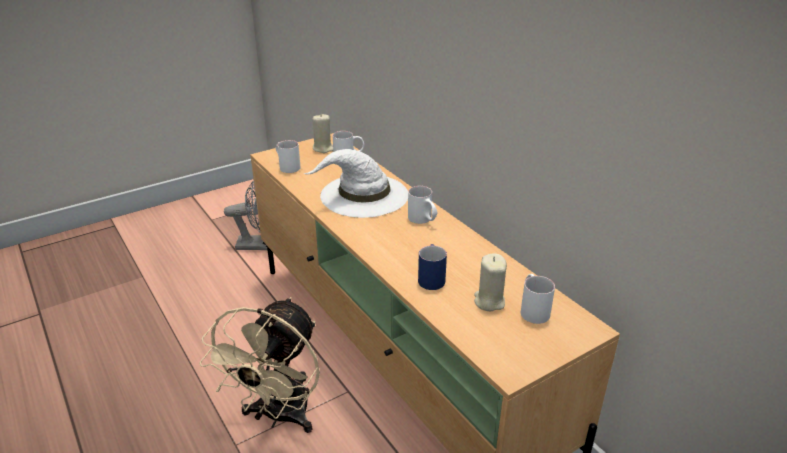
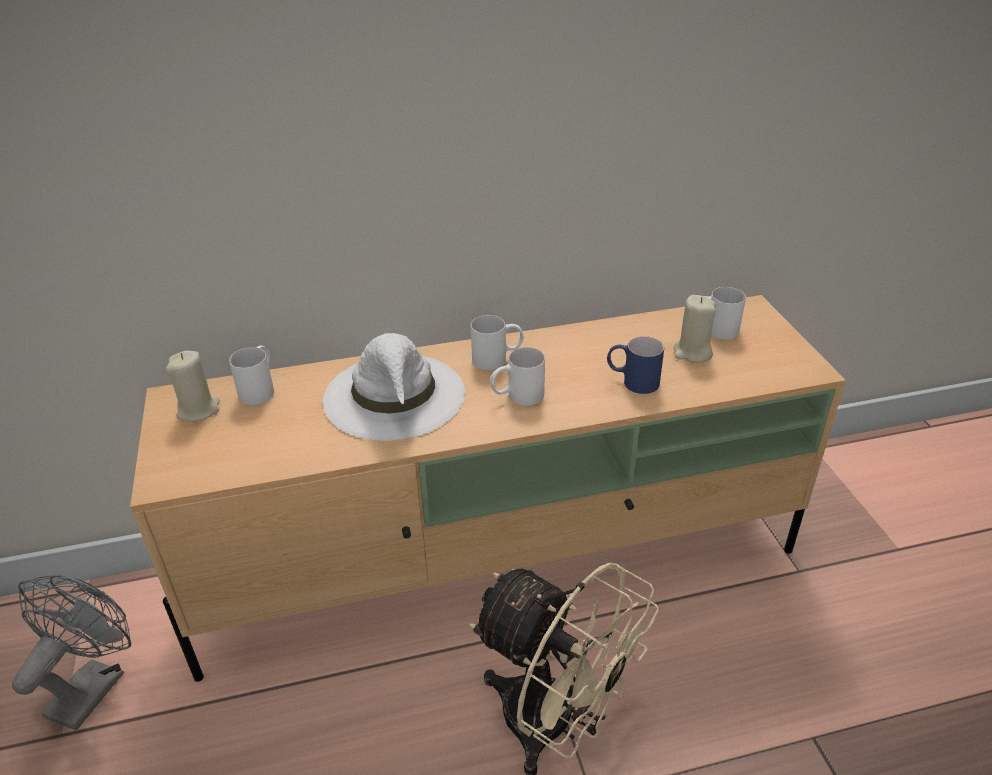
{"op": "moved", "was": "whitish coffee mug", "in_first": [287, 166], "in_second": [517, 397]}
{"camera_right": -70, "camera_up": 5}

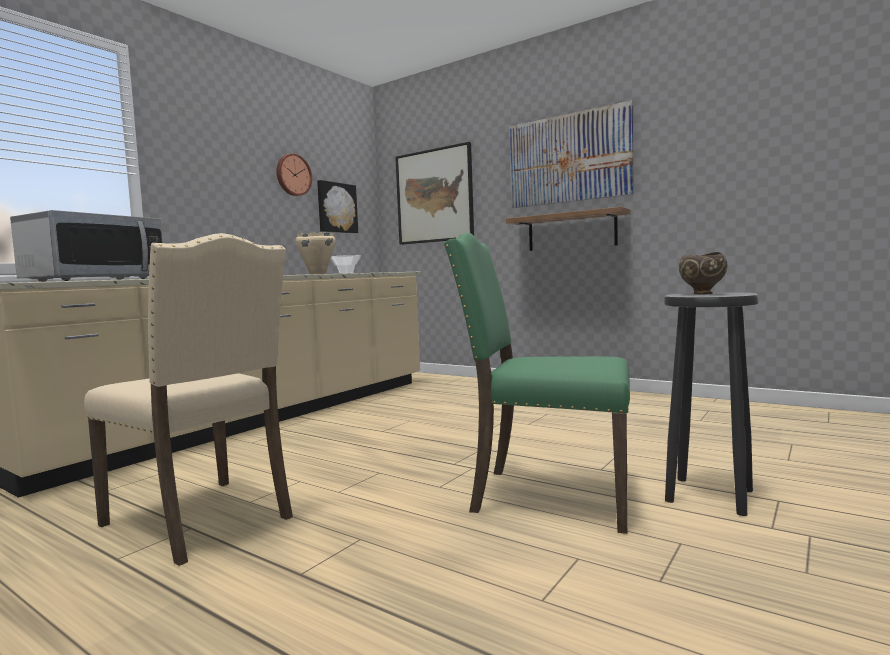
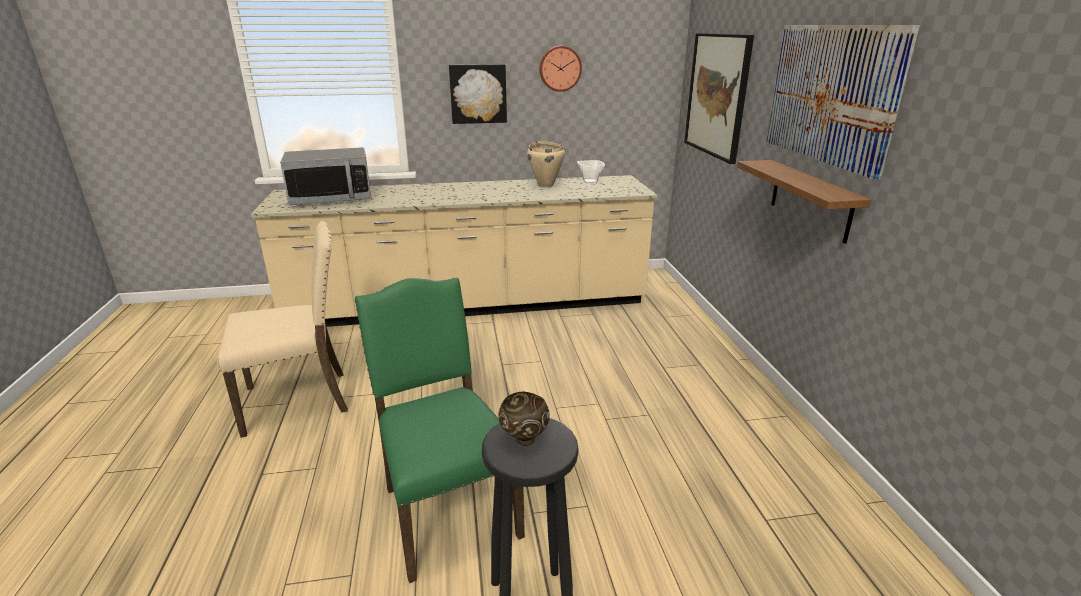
{"op": "turned", "was": "beige-coloured plain chair", "in_first": [203, 520], "in_second": [299, 400], "clockwise": -105}
{"op": "moved", "was": "wall picture", "in_first": [336, 208], "in_second": [478, 94]}
{"camera_right": 45, "camera_up": 20}

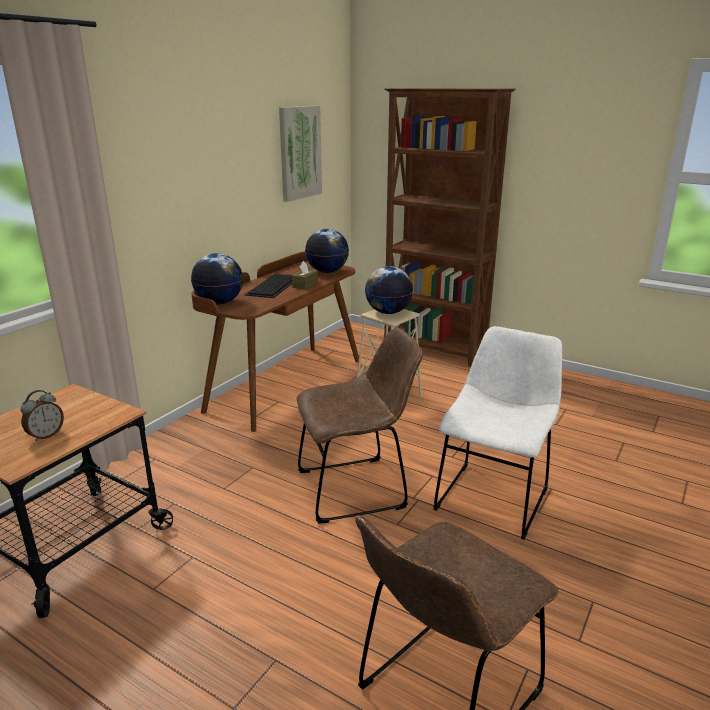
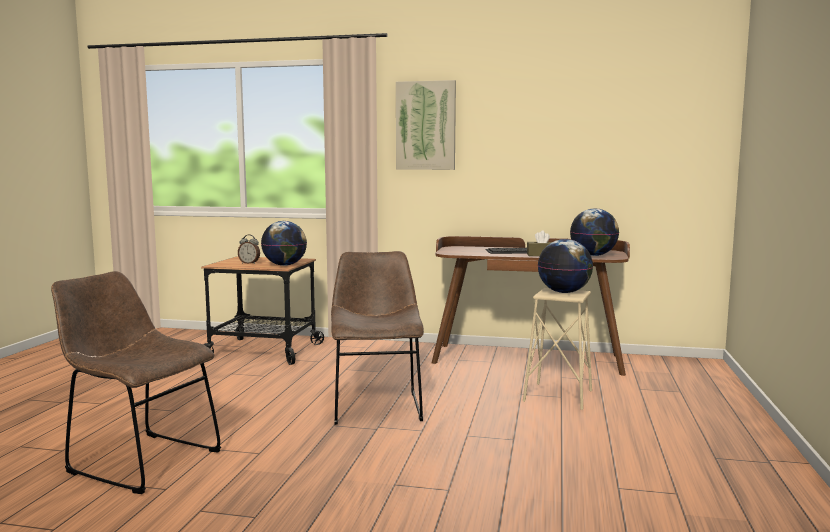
{"op": "moved", "was": "desk globe", "in_first": [219, 303], "in_second": [285, 265]}
{"op": "turned", "was": "brownish plain chair", "in_first": [357, 488], "in_second": [376, 405], "clockwise": -150}
{"op": "moved", "was": "wall picture", "in_first": [299, 153], "in_second": [426, 125]}
{"op": "removed", "was": "brownish bookshelf", "in_first": [435, 350]}
{"op": "removed", "was": "whitish plain chair", "in_first": [493, 496]}
{"camera_right": 70, "camera_up": -15}

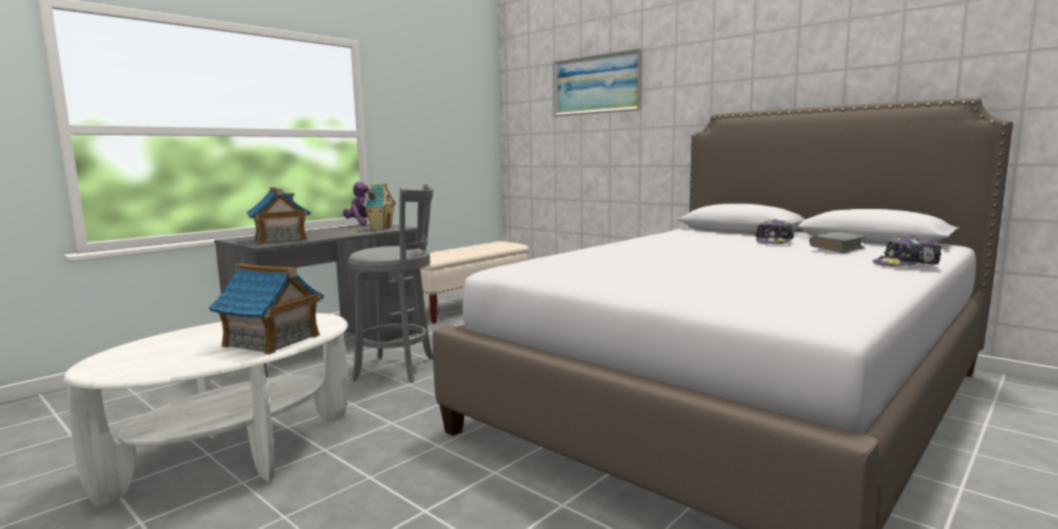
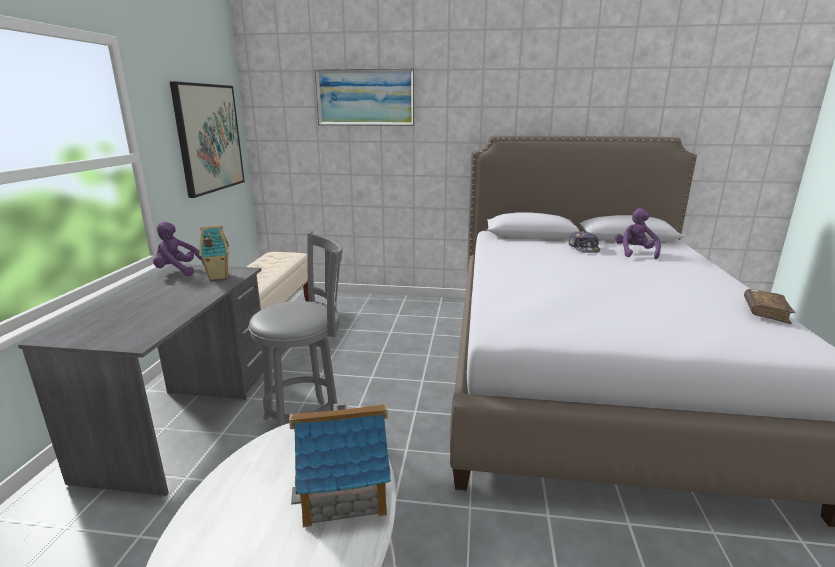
{"op": "added", "now": "wall picture", "in_second": [209, 138]}
{"op": "replaced", "was": "grey book", "now": "purple soft toy", "in_first": [836, 249], "in_second": [635, 253]}
{"op": "added", "now": "brownish book", "in_second": [765, 312]}
{"op": "removed", "was": "model house", "in_first": [280, 240]}
{"op": "removed", "was": "peaked cap", "in_first": [906, 264]}
{"camera_right": -35, "camera_up": 10}

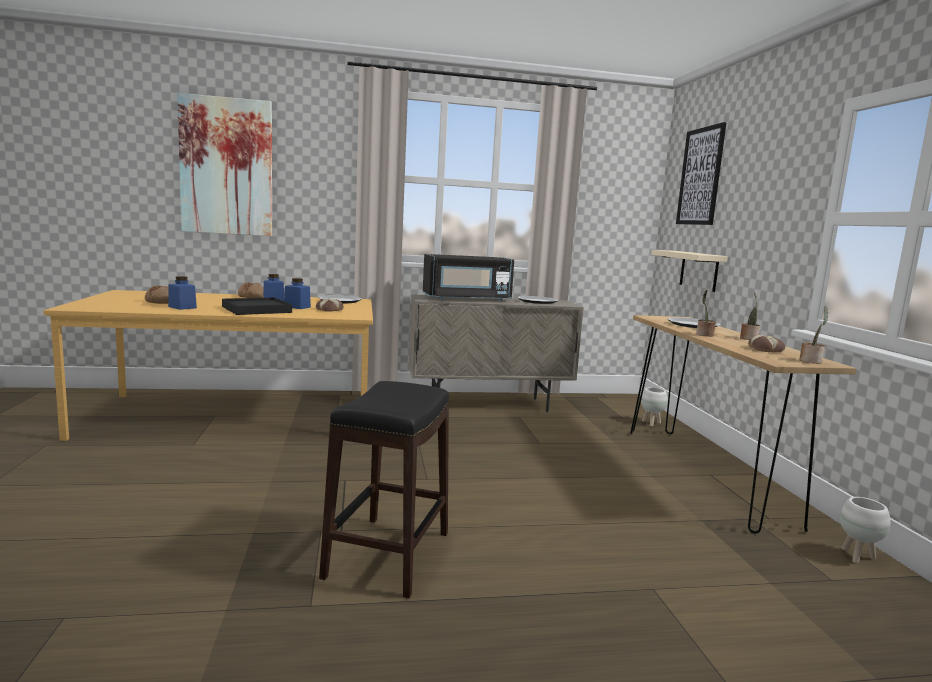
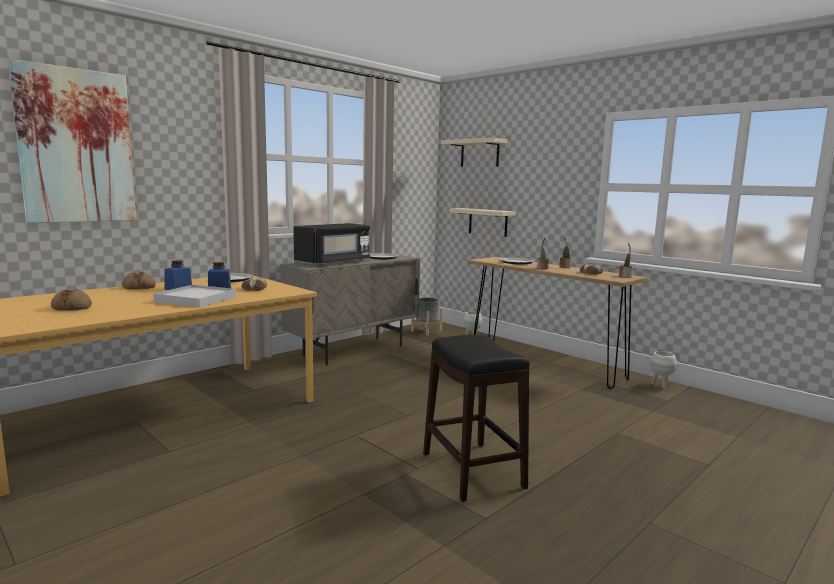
{"op": "recoloured", "was": "black-coloured carrying tray", "now": "whitish carrying tray", "in_first": [256, 309], "in_second": [196, 299]}
{"op": "added", "now": "grey plant pot", "in_second": [426, 331]}
{"op": "replaced", "was": "wall picture", "now": "beige-coloured bracket shelf", "in_first": [700, 176], "in_second": [480, 153]}
{"op": "removed", "was": "blue-coloured storage jar", "in_first": [182, 307]}
{"camera_right": -35, "camera_up": 0}

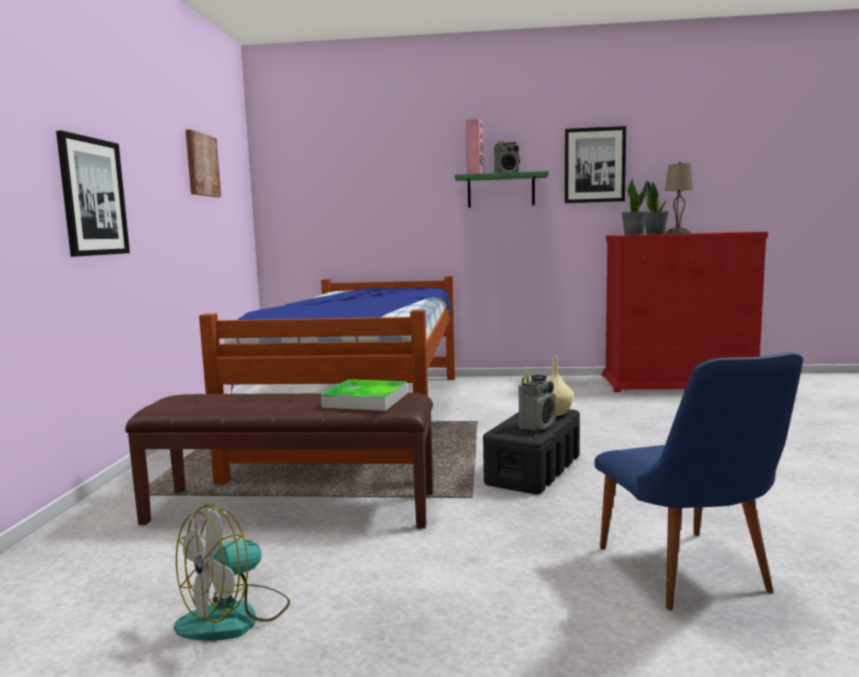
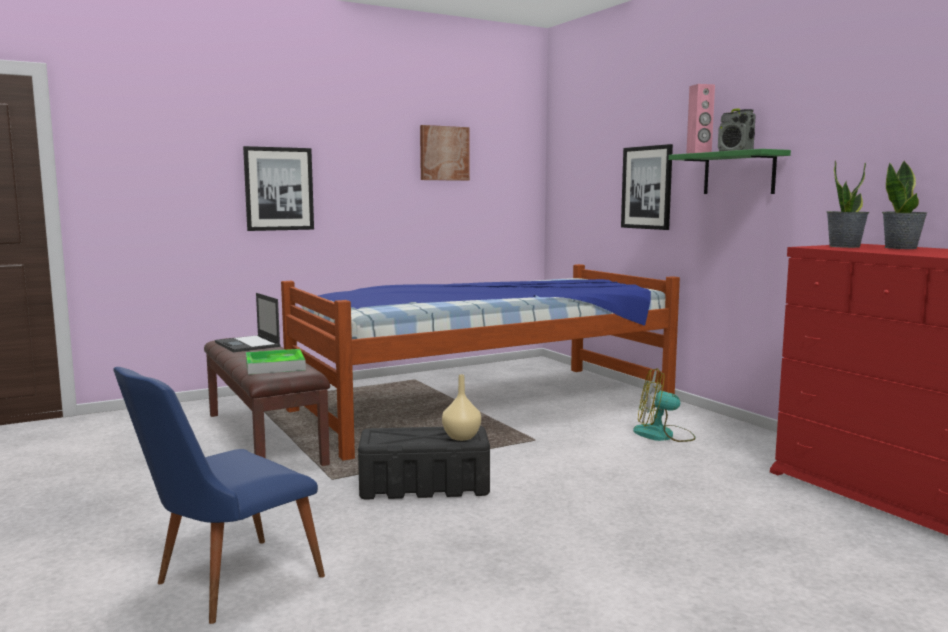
{"op": "added", "now": "laptop", "in_second": [248, 344]}
{"op": "moved", "was": "wall picture", "in_first": [594, 165], "in_second": [647, 187]}
{"op": "moved", "was": "electric fan", "in_first": [235, 617], "in_second": [663, 435]}
{"op": "removed", "was": "radio", "in_first": [537, 426]}
{"op": "removed", "was": "beige-coloured tabletop lamp", "in_first": [677, 233]}
{"camera_right": 55, "camera_up": 0}

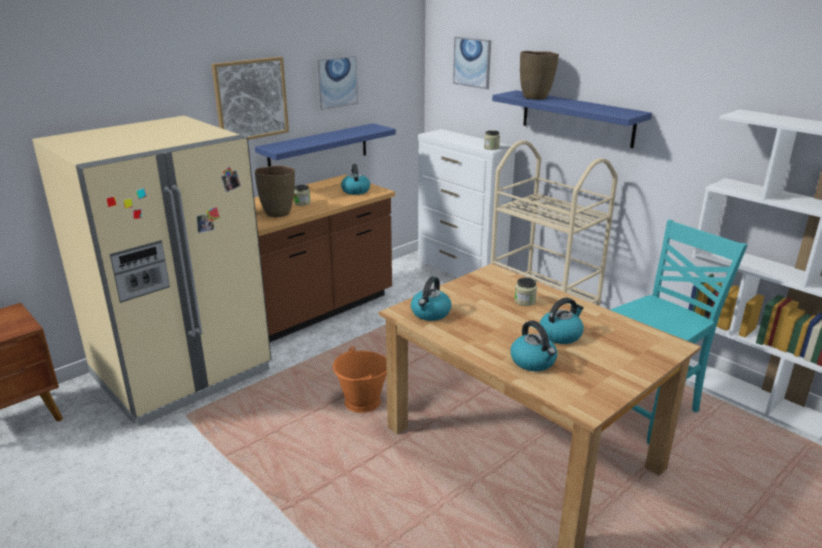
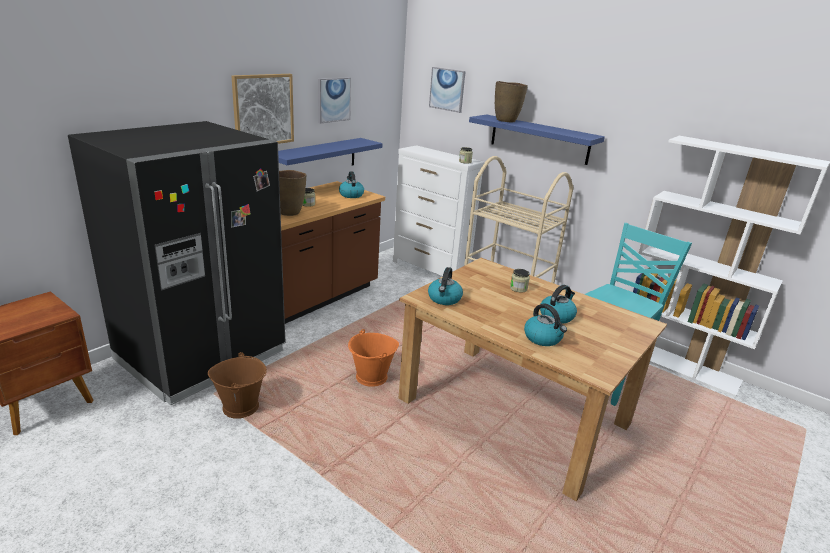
{"op": "recoloured", "was": "beige-coloured fridge", "now": "black-coloured fridge", "in_first": [182, 373], "in_second": [202, 355]}
{"op": "added", "now": "brownish bucket", "in_second": [241, 406]}
{"camera_right": -10, "camera_up": 0}

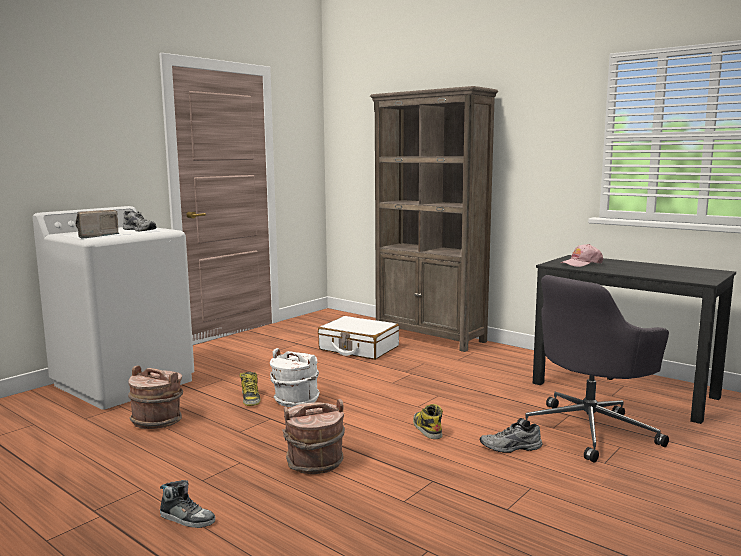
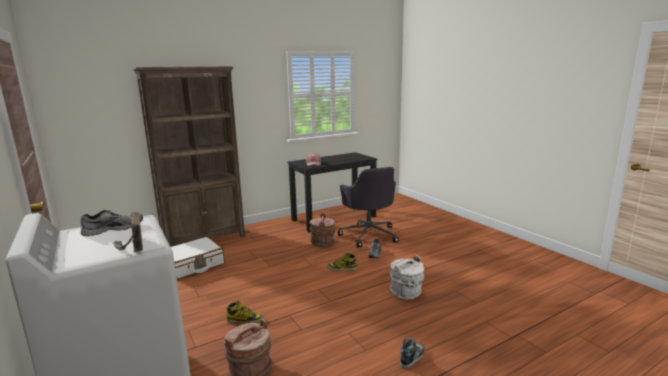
{"op": "moved", "was": "brownish bucket", "in_first": [315, 463], "in_second": [323, 242]}
{"op": "moved", "was": "whitish bucket", "in_first": [295, 400], "in_second": [406, 292]}
{"camera_right": -70, "camera_up": 5}

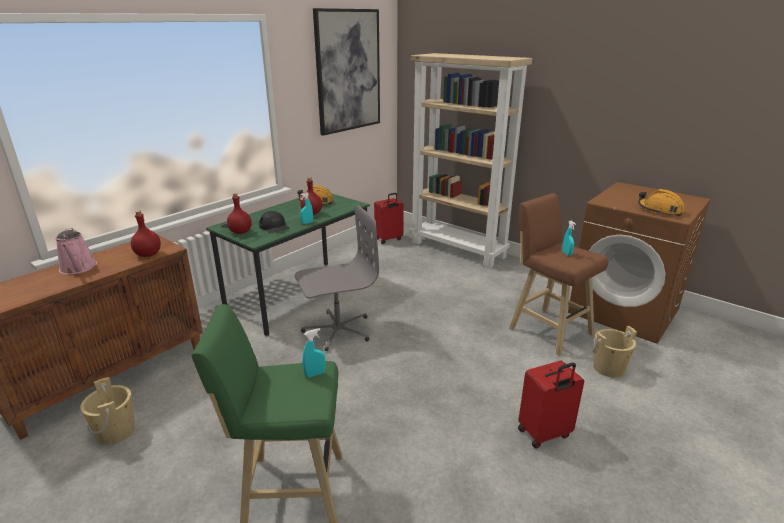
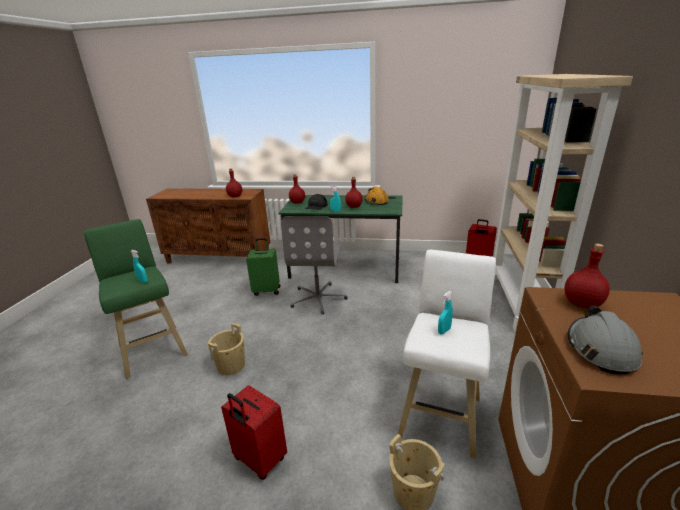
{"op": "moved", "was": "beige-coloured bucket", "in_first": [116, 431], "in_second": [231, 365]}
{"op": "added", "now": "greenish piece of luggage", "in_second": [267, 290]}
{"op": "turned", "was": "grey office chair", "in_first": [337, 330], "in_second": [318, 298], "clockwise": 60}
{"op": "recoloured", "was": "brownish stool seat", "now": "whitish stool seat", "in_first": [547, 329], "in_second": [441, 413]}
{"op": "added", "now": "red-coloured beverage bottle", "in_second": [582, 304]}
{"op": "recoloured", "was": "orangey hard hat", "now": "grey hard hat", "in_first": [660, 210], "in_second": [601, 349]}
{"op": "removed", "was": "pink-coloured sprinkling can", "in_first": [78, 268]}
{"op": "removed", "was": "wall picture", "in_first": [348, 71]}
{"camera_right": 60, "camera_up": 0}

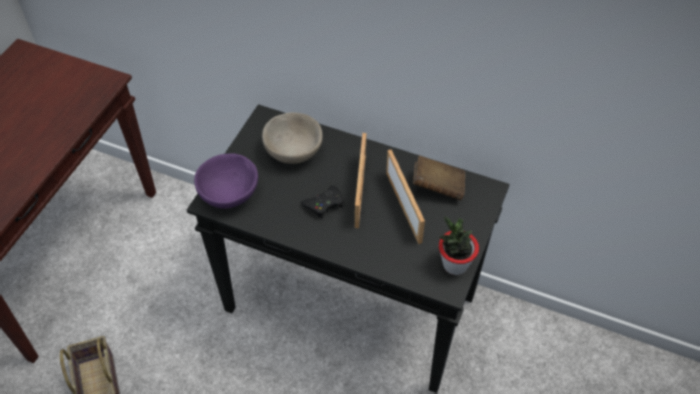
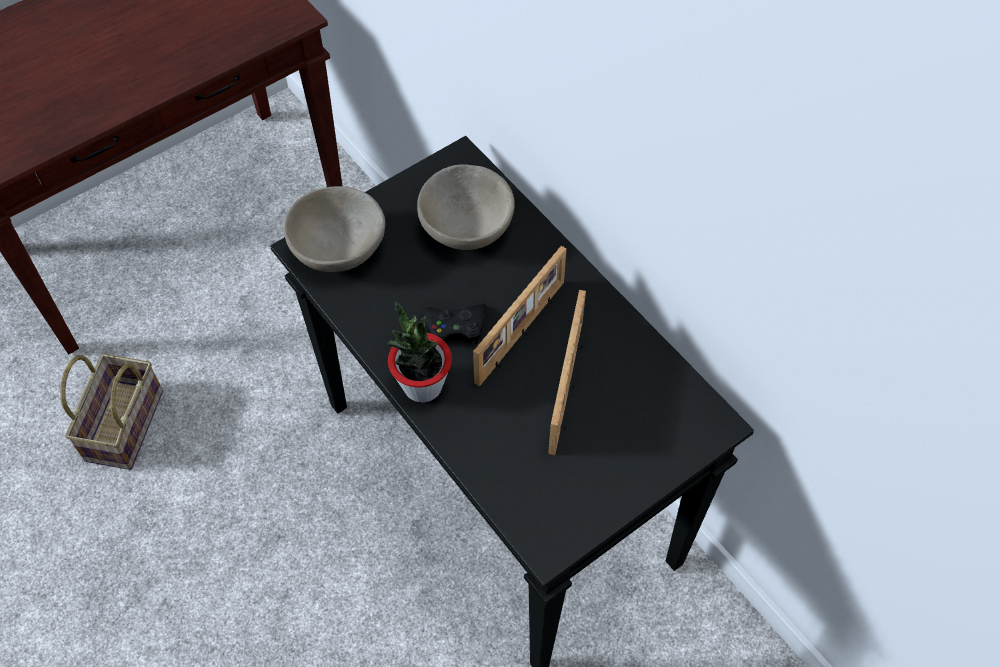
{"op": "recoloured", "was": "purple bowl", "now": "beige-coloured bowl", "in_first": [229, 194], "in_second": [338, 250]}
{"op": "moved", "was": "potted plant", "in_first": [455, 265], "in_second": [422, 386]}
{"op": "removed", "was": "brownish book", "in_first": [438, 186]}
{"camera_right": 30, "camera_up": 5}

